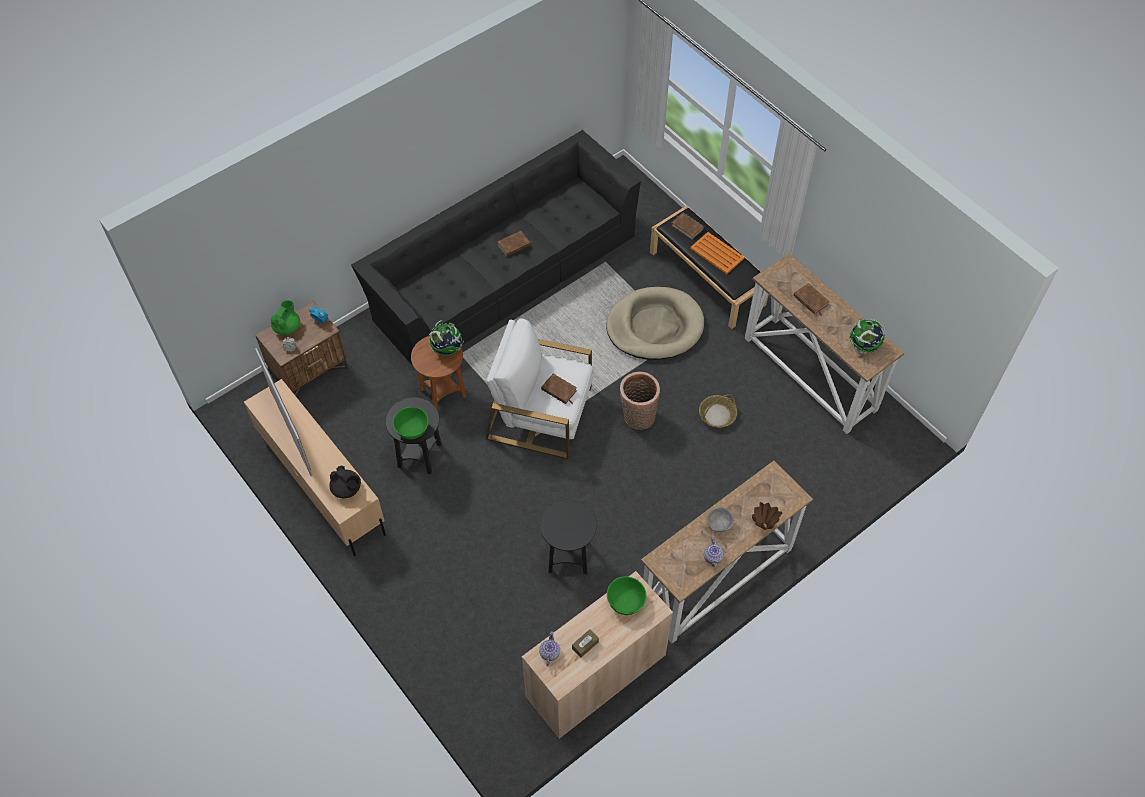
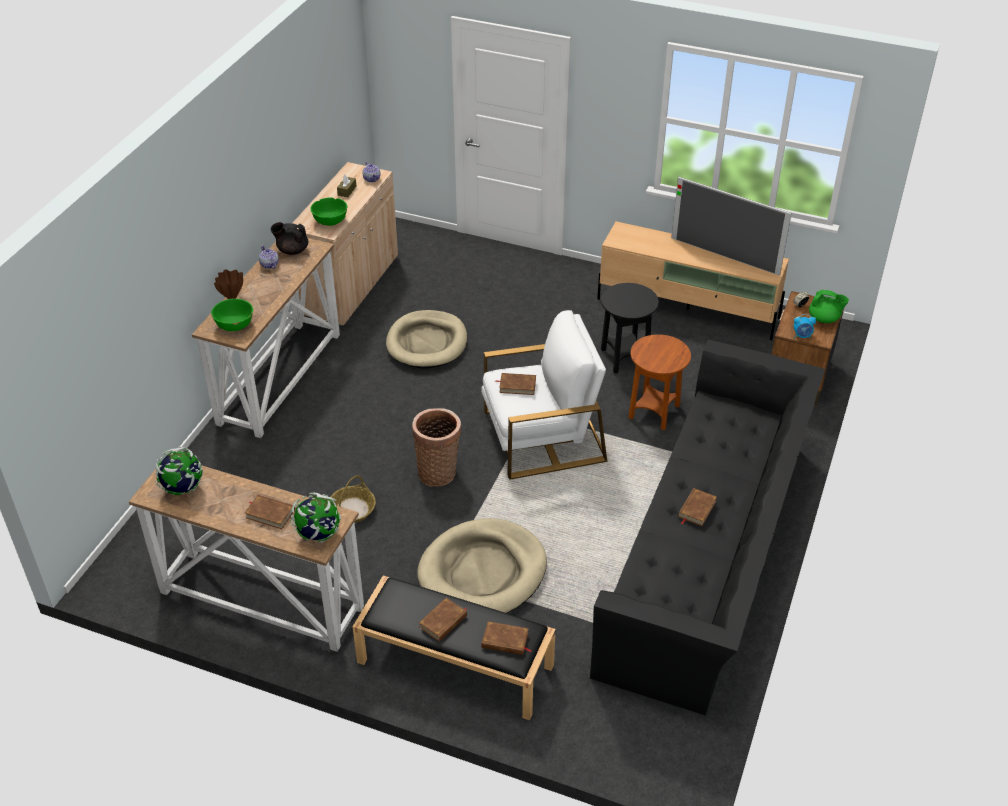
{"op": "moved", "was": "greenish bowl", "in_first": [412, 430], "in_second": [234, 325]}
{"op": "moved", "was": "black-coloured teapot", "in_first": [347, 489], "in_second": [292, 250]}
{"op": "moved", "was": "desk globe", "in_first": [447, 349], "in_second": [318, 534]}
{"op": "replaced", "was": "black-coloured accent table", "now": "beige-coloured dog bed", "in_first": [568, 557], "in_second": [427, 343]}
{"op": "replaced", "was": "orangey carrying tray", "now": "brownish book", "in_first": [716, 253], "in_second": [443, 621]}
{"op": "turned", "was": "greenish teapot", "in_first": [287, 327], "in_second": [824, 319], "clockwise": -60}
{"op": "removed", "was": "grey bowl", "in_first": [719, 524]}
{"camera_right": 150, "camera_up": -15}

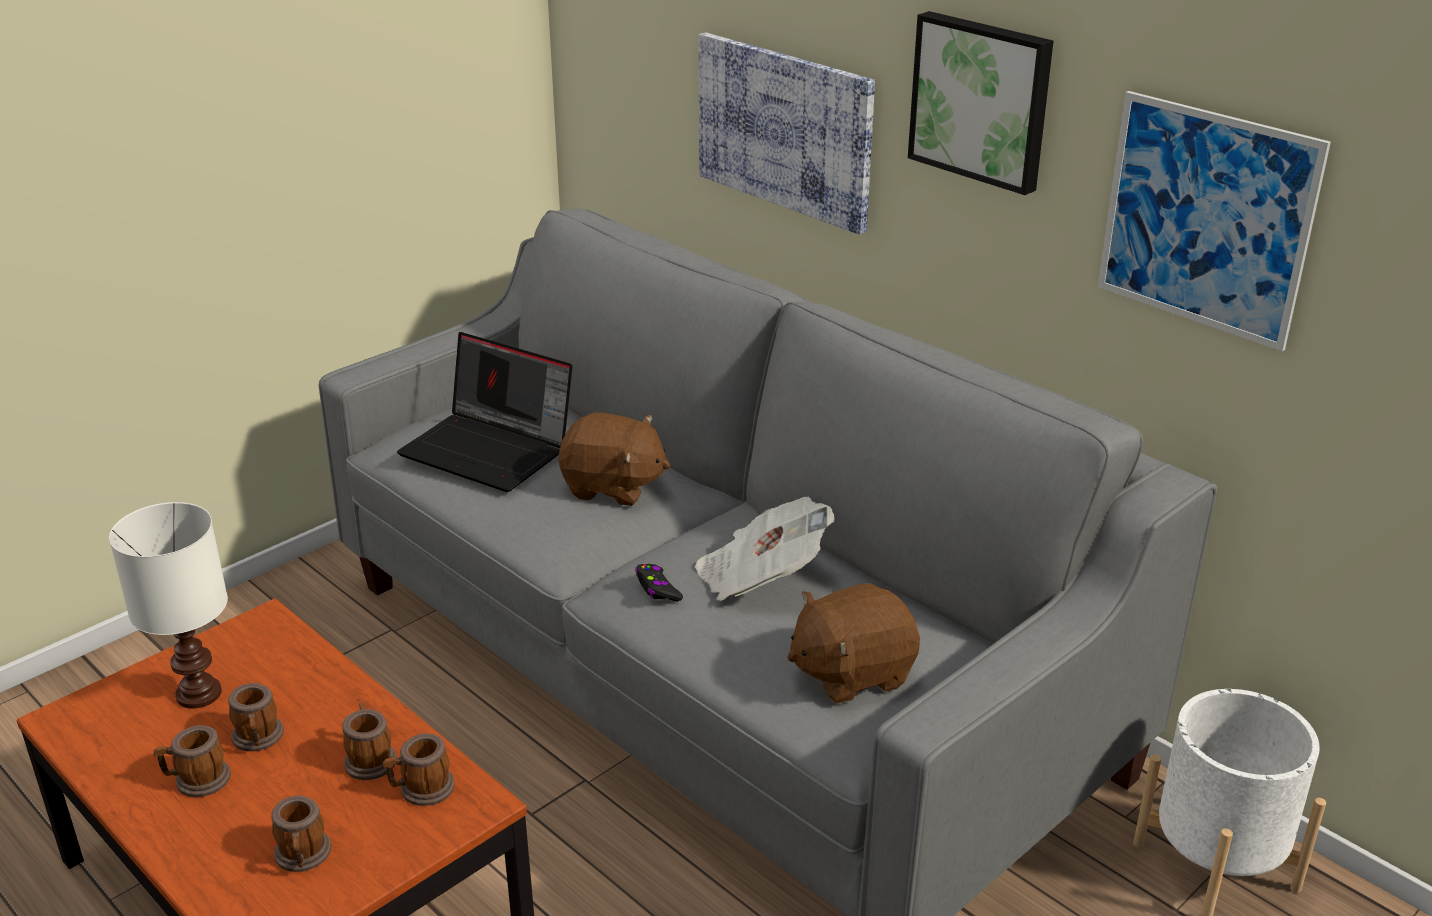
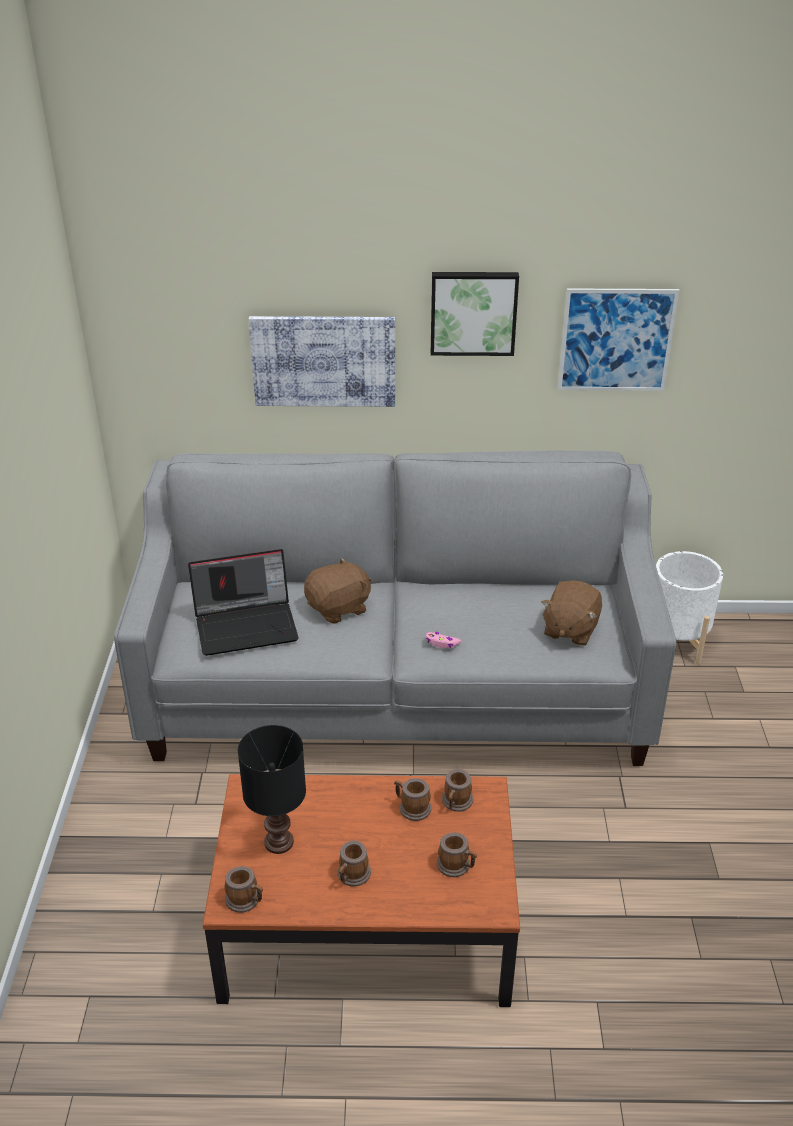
{"op": "moved", "was": "coffee mug", "in_first": [258, 739], "in_second": [246, 900]}
{"op": "recoloured", "was": "whitish tabletop lamp", "now": "black-coloured tabletop lamp", "in_first": [197, 695], "in_second": [279, 843]}
{"op": "recoloured", "was": "black-coloured game controller", "now": "pink-coloured game controller", "in_first": [657, 589], "in_second": [442, 643]}
{"op": "removed", "was": "printed paper", "in_first": [761, 577]}
{"camera_right": -45, "camera_up": 5}

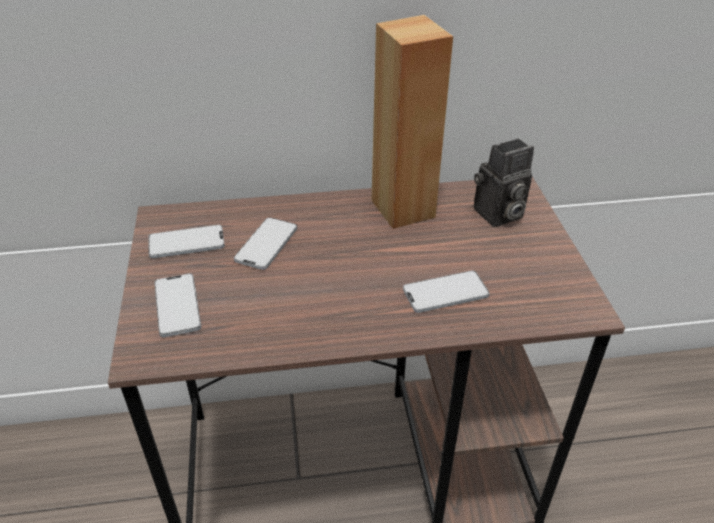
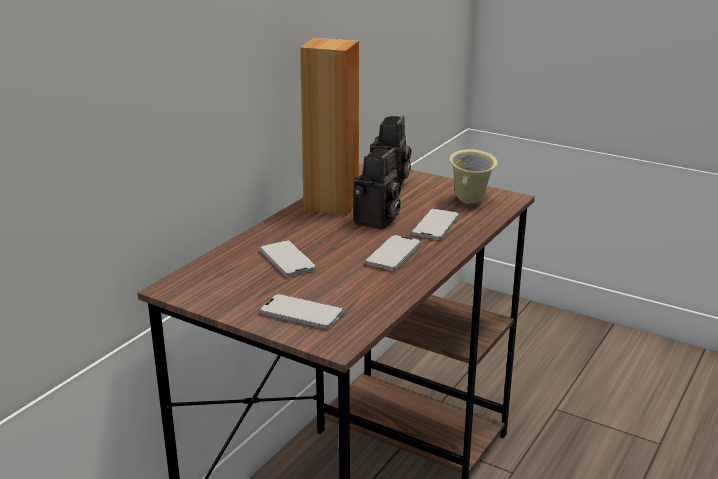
{"op": "added", "now": "still camera", "in_second": [377, 222]}
{"op": "moved", "was": "phone", "in_first": [186, 243], "in_second": [393, 254]}
{"op": "added", "now": "beige-coloured coffee mug", "in_second": [470, 202]}
{"camera_right": -50, "camera_up": -15}

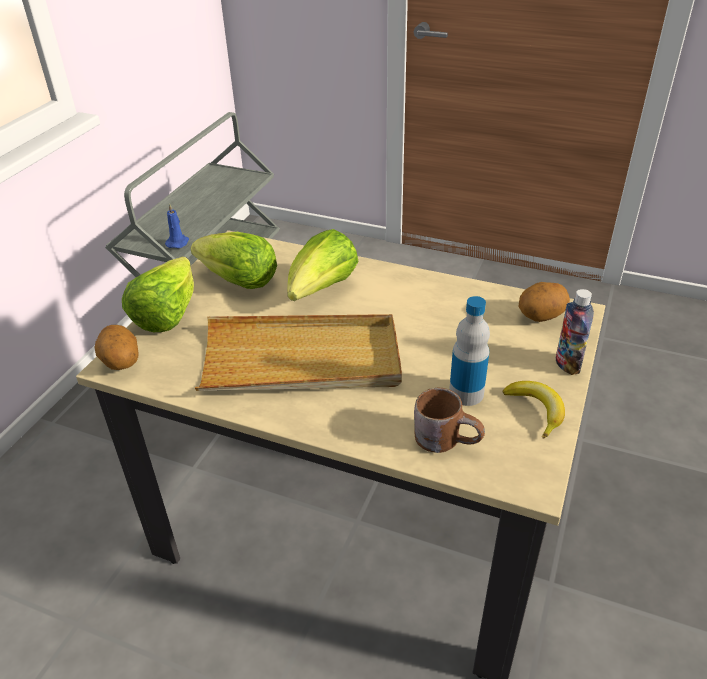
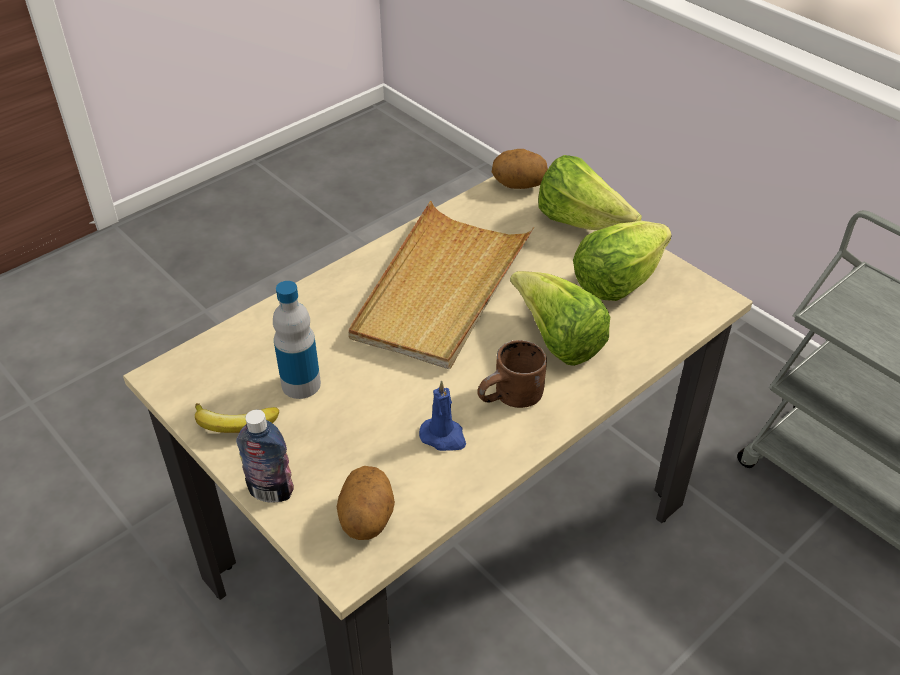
{"op": "moved", "was": "blue-coloured wax light", "in_first": [178, 242], "in_second": [444, 436]}
{"op": "moved", "was": "brownish coffee mug", "in_first": [447, 438], "in_second": [513, 400]}
{"camera_right": 115, "camera_up": 5}

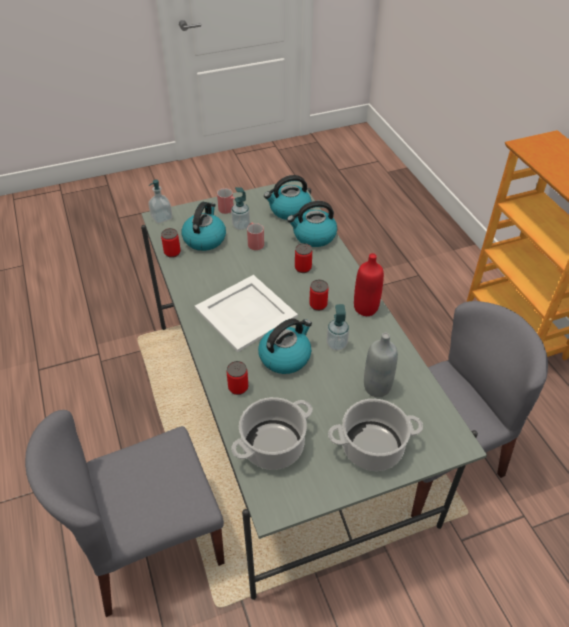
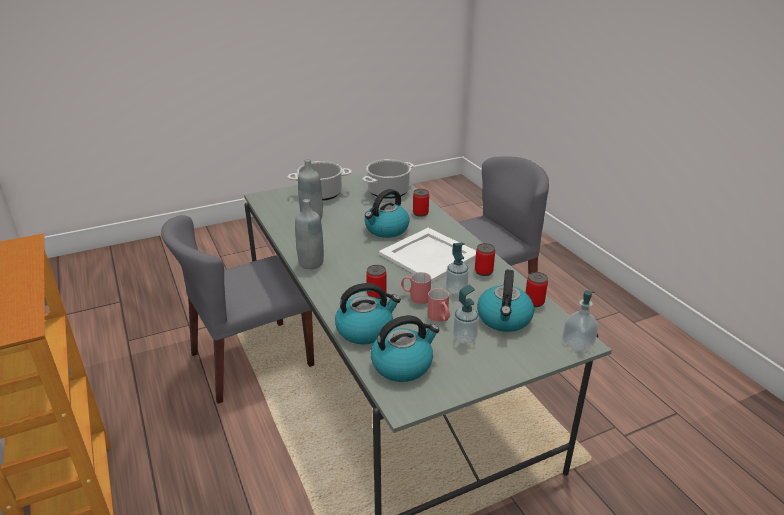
{"op": "recoloured", "was": "red-coloured beverage bottle", "now": "grey beverage bottle", "in_first": [366, 308], "in_second": [311, 263]}
{"op": "moved", "was": "red-coloured coffee mug", "in_first": [229, 210], "in_second": [415, 297]}
{"op": "moved", "was": "soap bottle", "in_first": [336, 344], "in_second": [456, 290]}
{"op": "moved", "was": "can", "in_first": [318, 305], "in_second": [483, 271]}
{"camera_right": 175, "camera_up": -15}

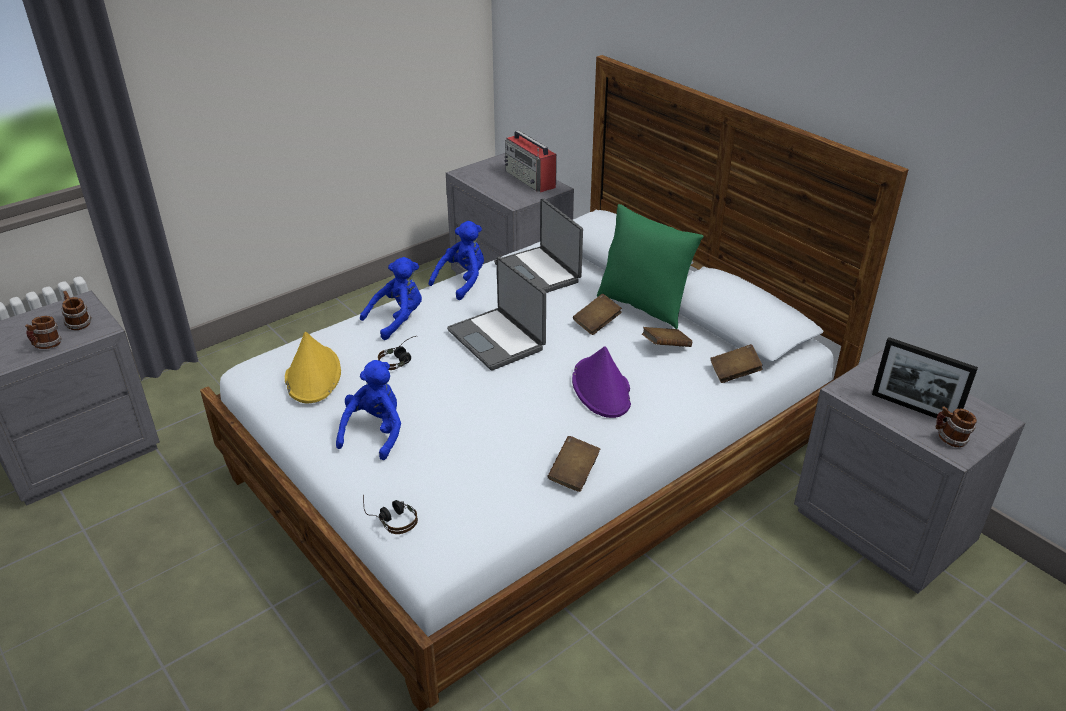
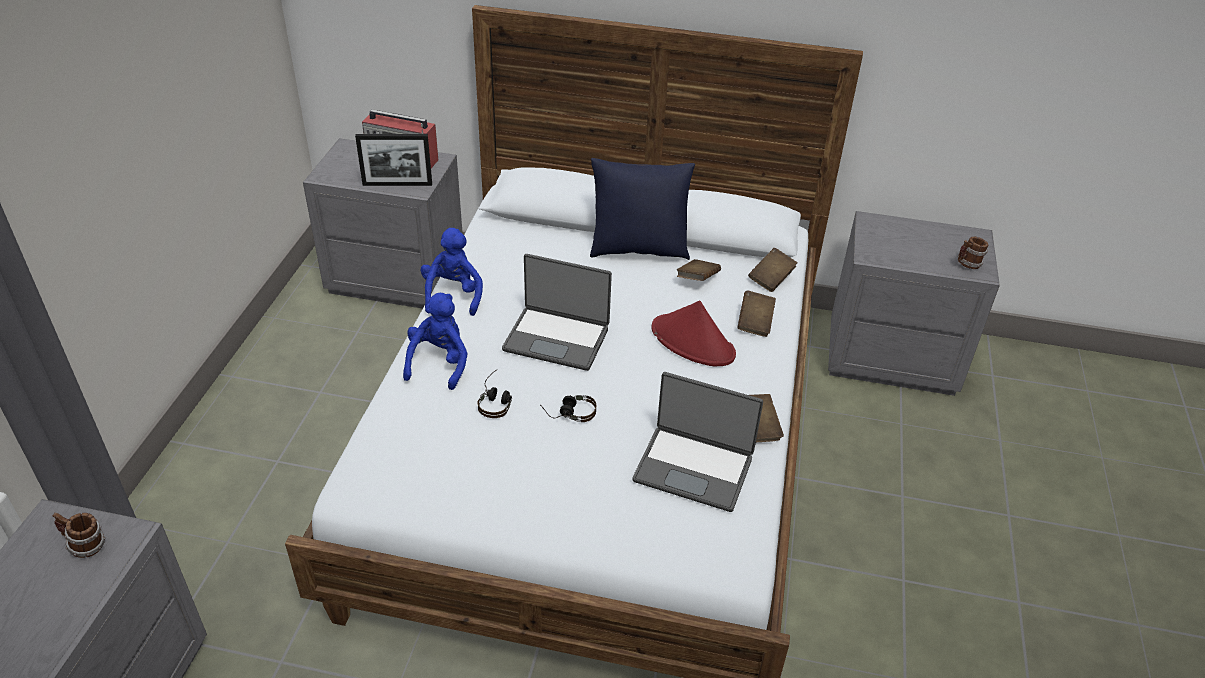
{"op": "moved", "was": "picture frame", "in_first": [914, 408], "in_second": [397, 184]}
{"op": "moved", "was": "pair of headphones", "in_first": [390, 518], "in_second": [568, 413]}
{"op": "recoloured", "was": "greenish cushion", "now": "blue-coloured cushion", "in_first": [643, 306], "in_second": [638, 249]}
{"op": "moved", "was": "laptop", "in_first": [538, 272], "in_second": [694, 468]}
{"op": "recoloured", "was": "purple wearable hat", "now": "red-coloured wearable hat", "in_first": [601, 389], "in_second": [693, 342]}
{"op": "moved", "was": "brownish book", "in_first": [597, 323], "in_second": [755, 323]}
{"op": "removed", "was": "coffee mug", "in_first": [47, 346]}
{"op": "removed", "was": "yellow-coloured wearable hat", "in_first": [313, 375]}
{"op": "removed", "was": "blue-coloured soft toy", "in_first": [375, 432]}
{"camera_right": -40, "camera_up": 5}

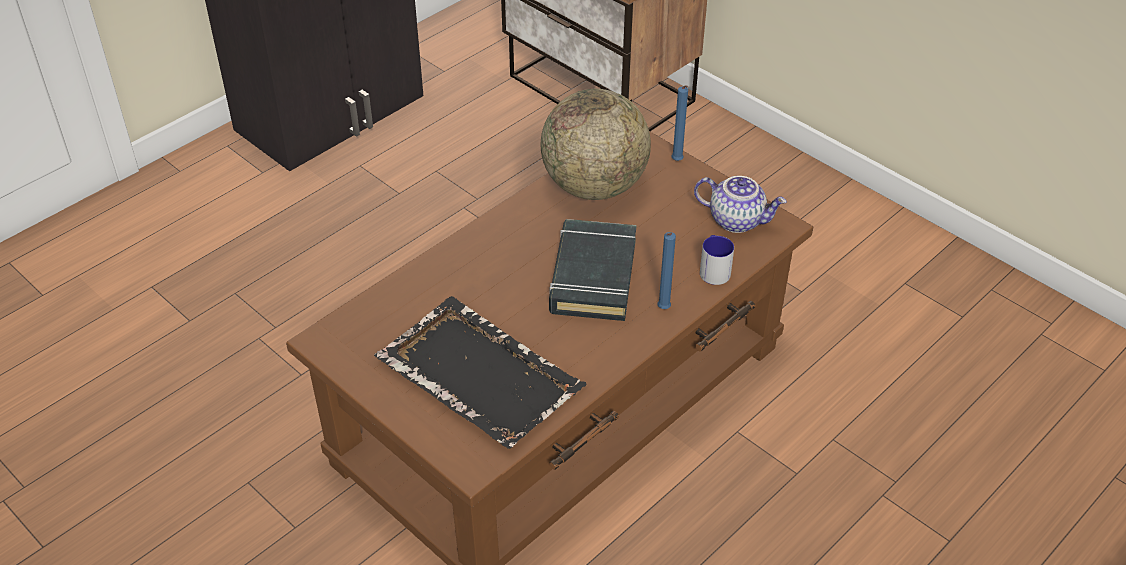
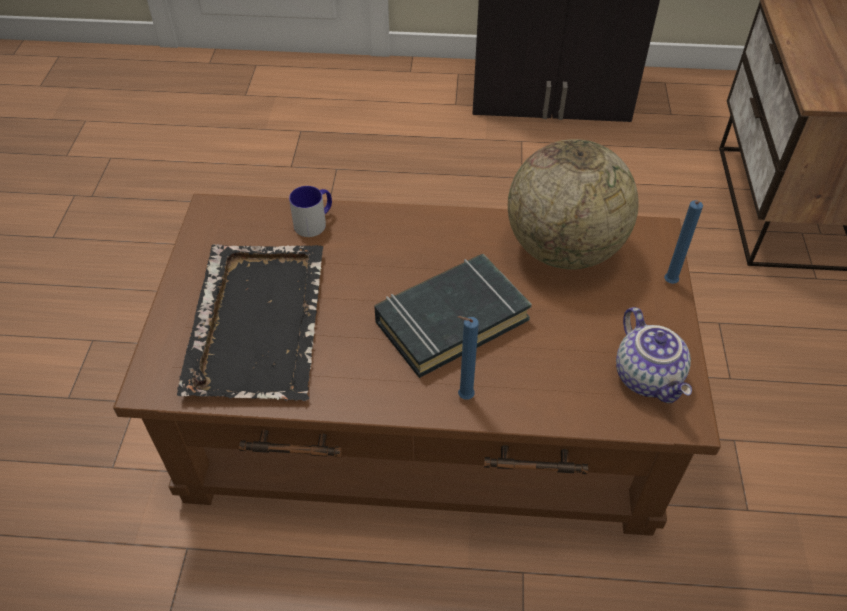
{"op": "moved", "was": "coffee mug", "in_first": [713, 269], "in_second": [315, 222]}
{"camera_right": 50, "camera_up": 5}

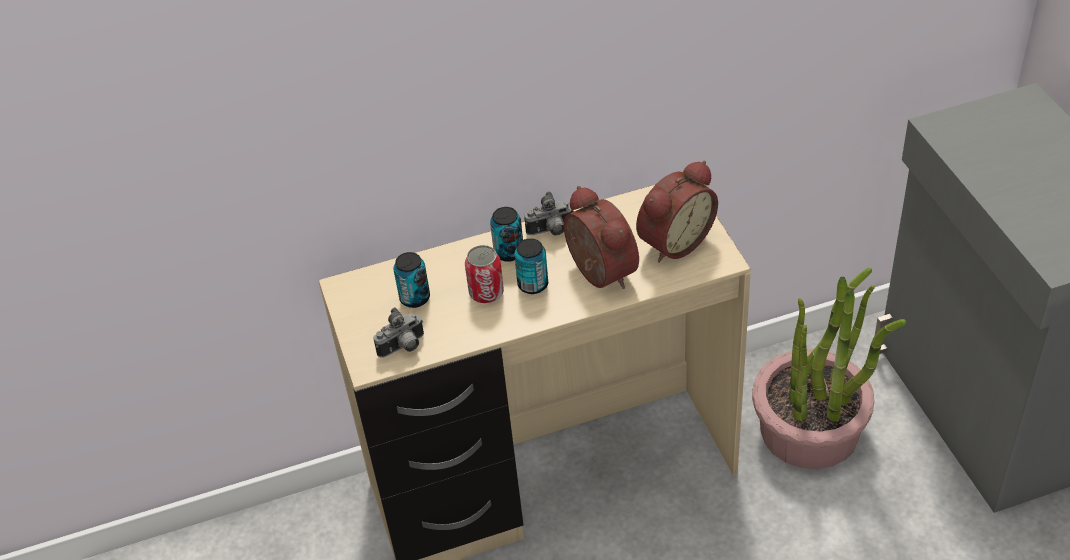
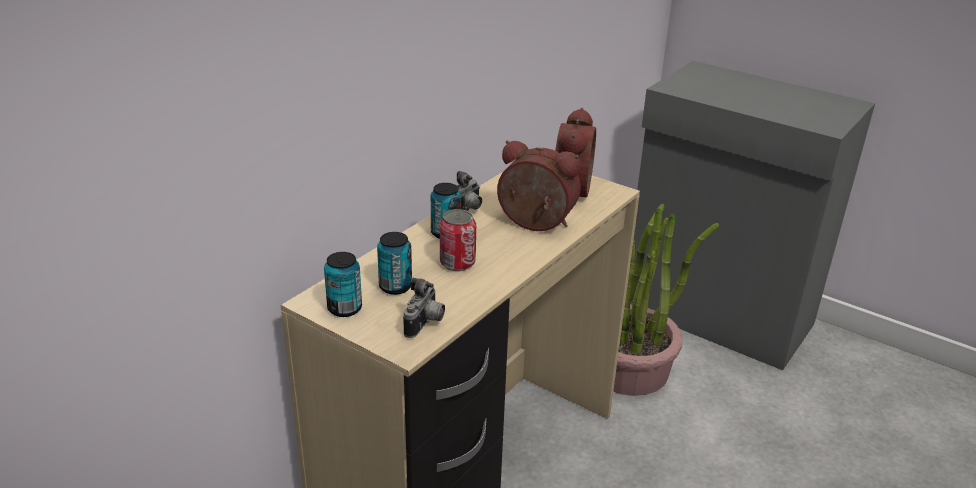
{"op": "moved", "was": "can", "in_first": [533, 284], "in_second": [344, 308]}
{"camera_right": -40, "camera_up": -15}

